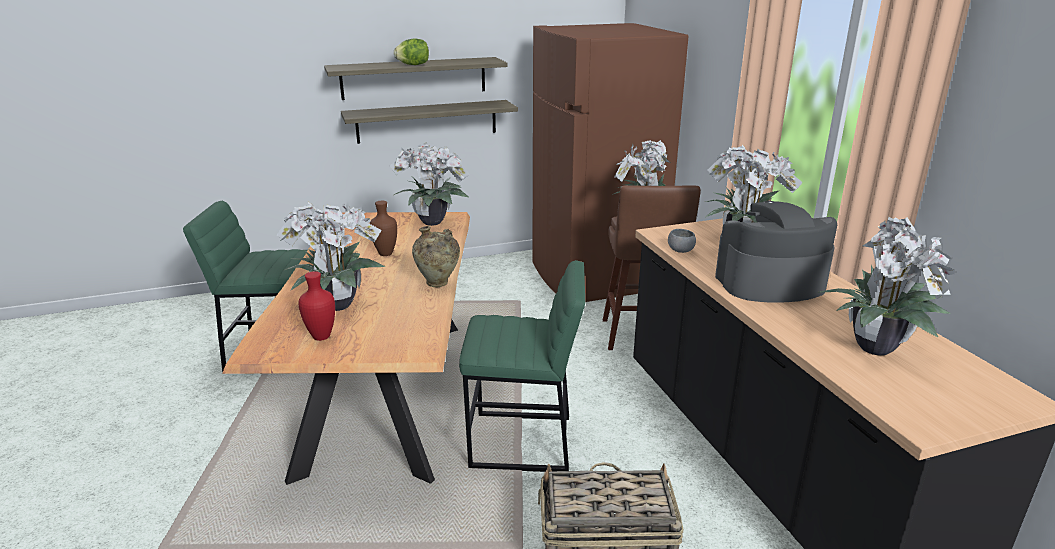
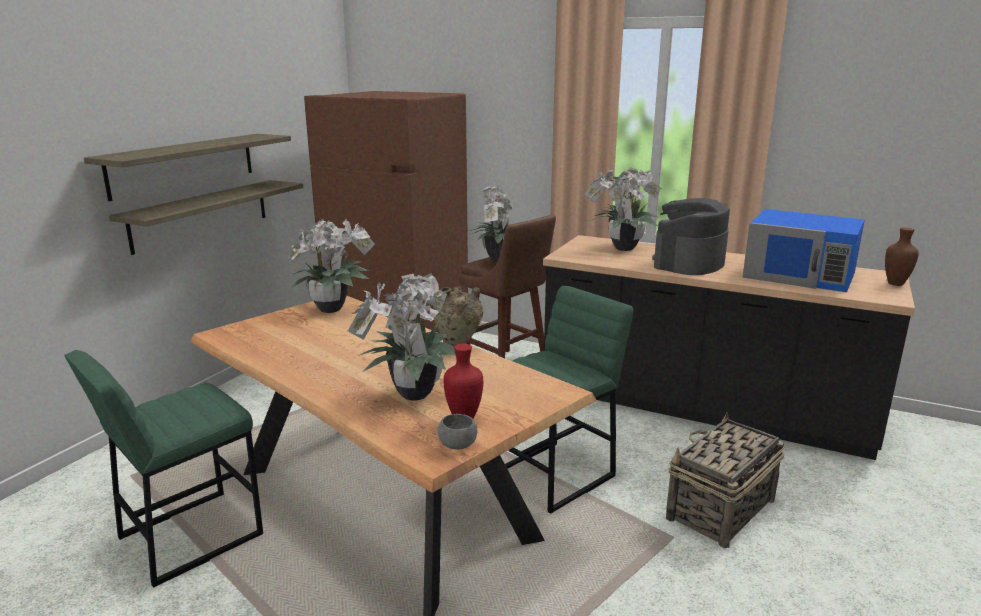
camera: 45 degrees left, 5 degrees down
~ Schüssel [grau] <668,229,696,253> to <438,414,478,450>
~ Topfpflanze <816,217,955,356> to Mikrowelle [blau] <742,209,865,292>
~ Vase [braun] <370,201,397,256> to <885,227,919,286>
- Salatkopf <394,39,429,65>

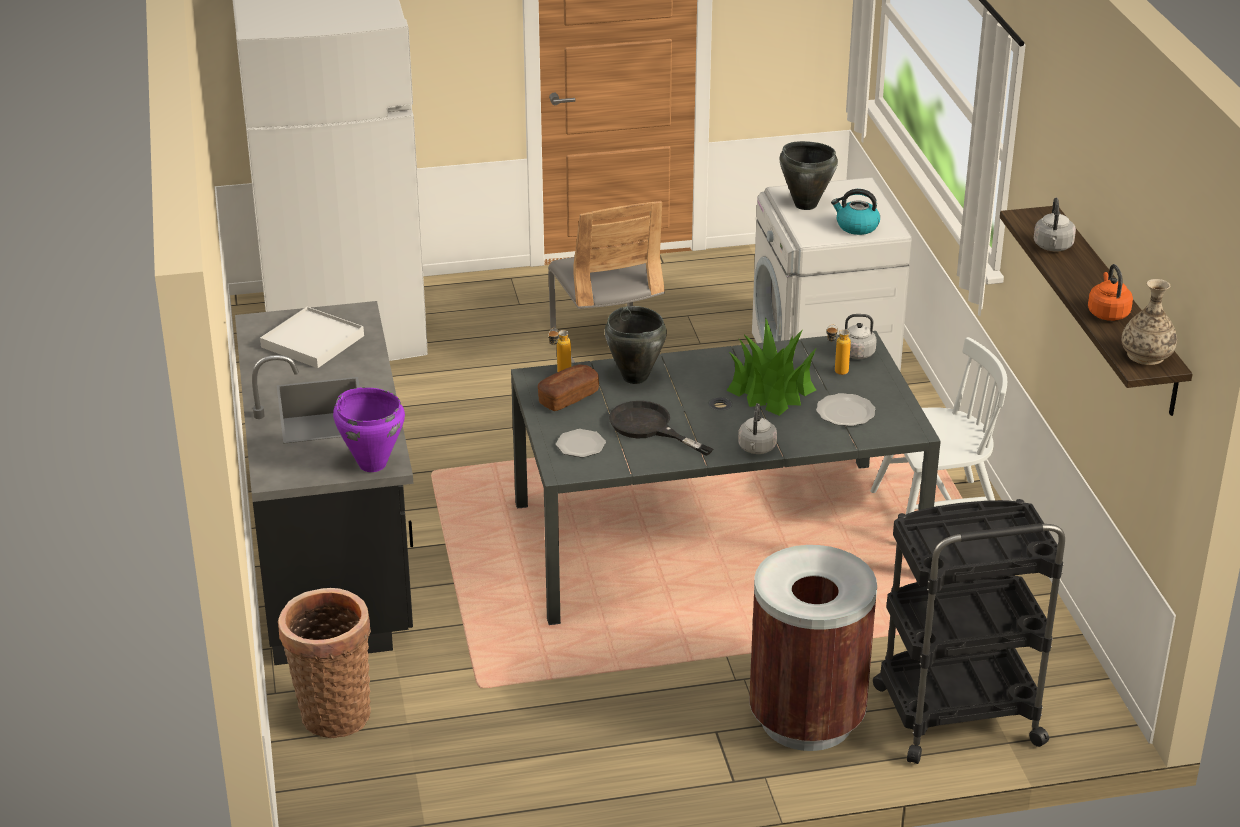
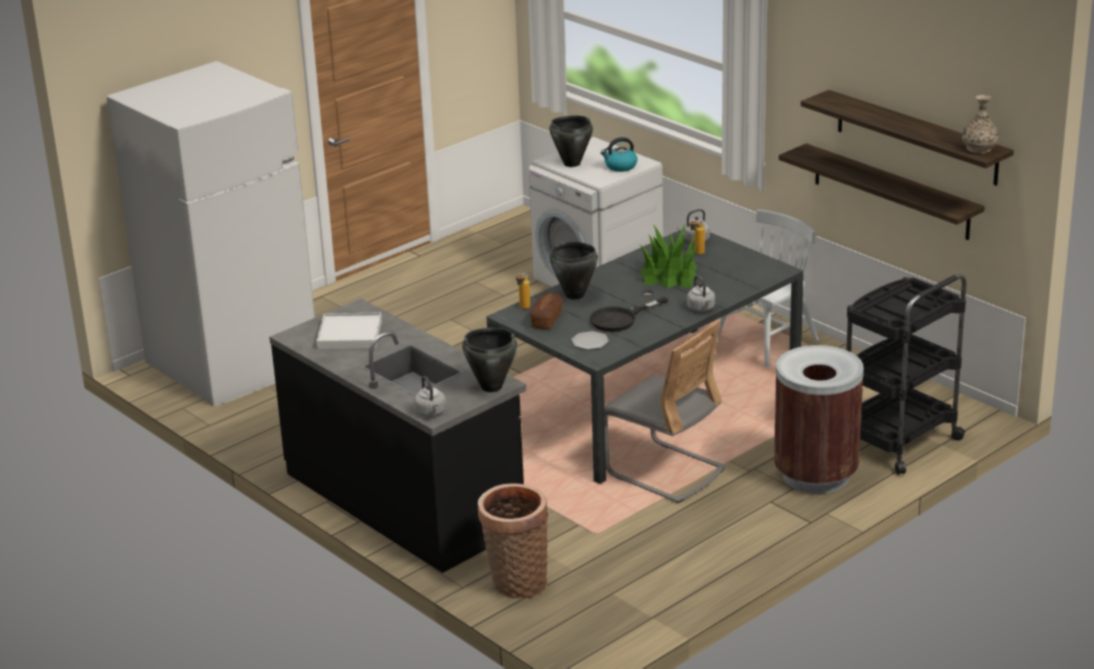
camera: 30 degrees left, 5 degrees down
~ Wasserkessel [grau] <1034,198,1076,251> to <414,376,446,417>
~ Kochtopf [lila] <333,387,405,472> to Kochtopf [schwarz] <462,328,517,392>
~ Pfanne [schwarz] <609,401,713,456> = <590,297,668,332> 45 degrees counterclockwise
~ Stuhl [grau] <548,201,666,367> to <605,321,725,503>
+ Wandregal <779,143,985,240>
- Teller <816,393,876,426>
- Wasserkessel [orange] <1088,264,1133,321>

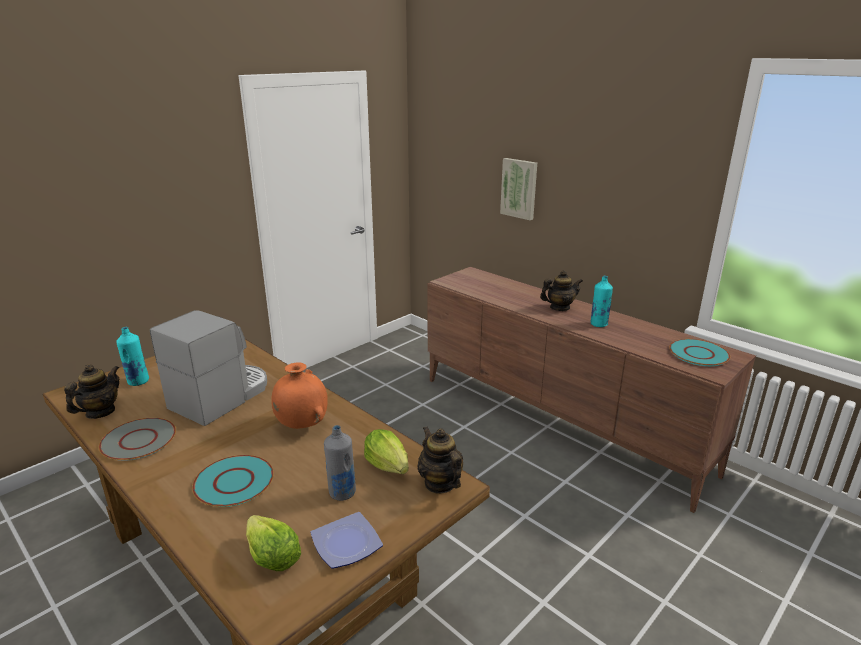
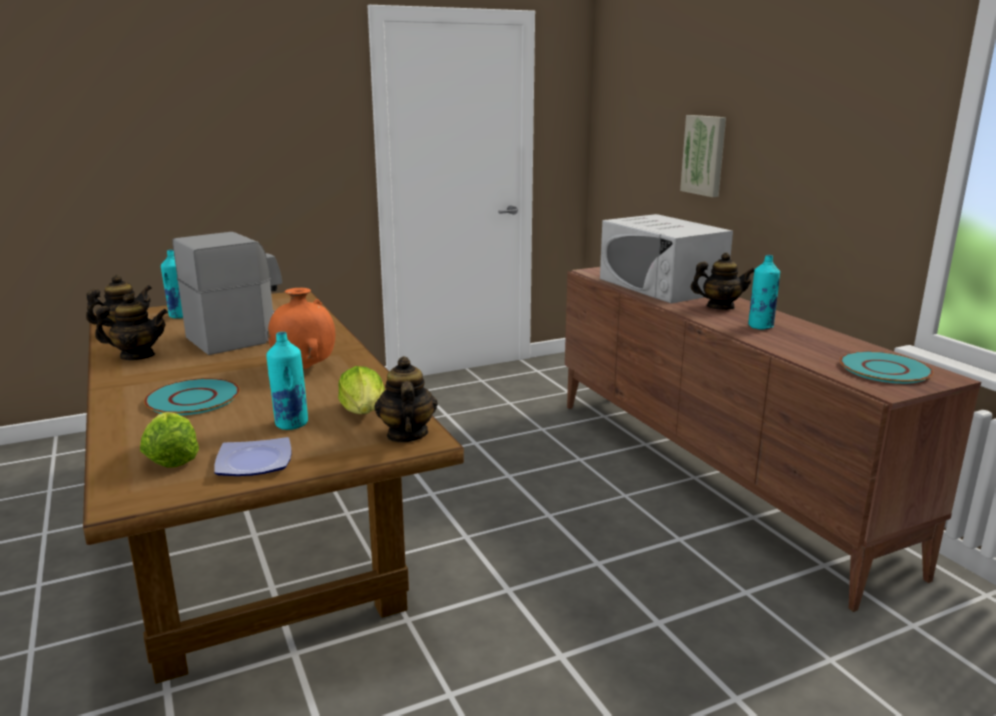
camera: 20 degrees right, 5 degrees down
~ Teller [grau] <99,418,176,461> to Teekanne <95,294,168,360>
~ Flasche [grau] <324,425,356,501> to Flasche [türkis] <266,332,308,430>
+ Mikrowelle [weiß] <600,214,733,304>

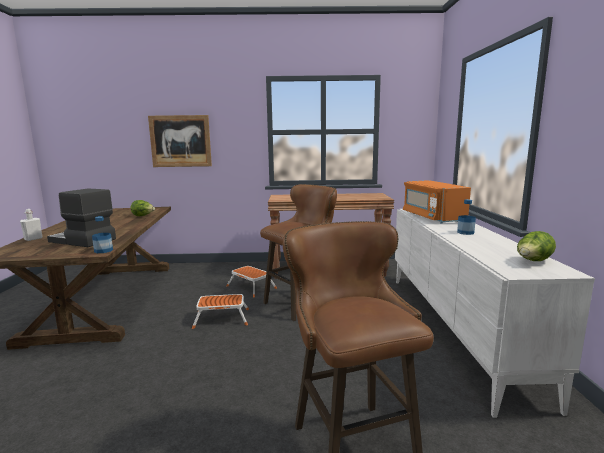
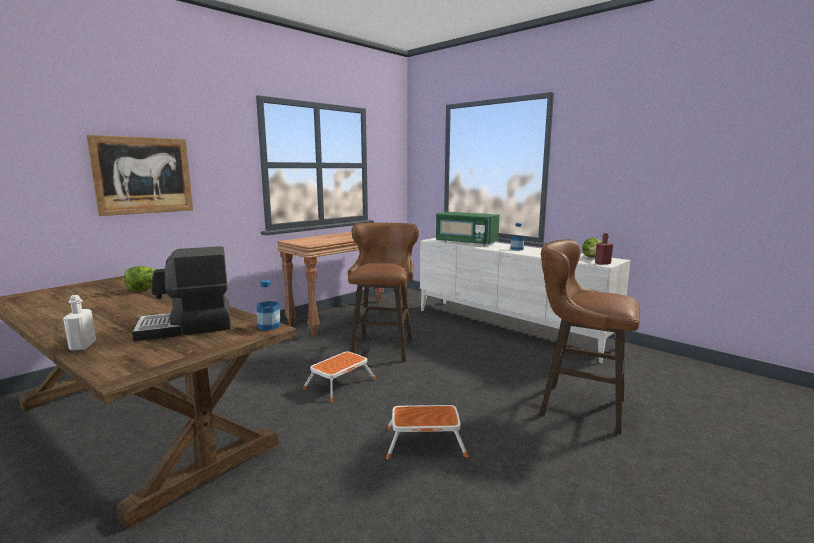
camera: 45 degrees left, 0 degrees up
~ Trittleiter [orange] <227,266,277,297> to <386,405,469,459>
~ Mikrowelle [orange] <403,180,471,223> to Mikrowelle [grün] <436,212,499,246>
+ Flasche [rot] <595,233,613,265>

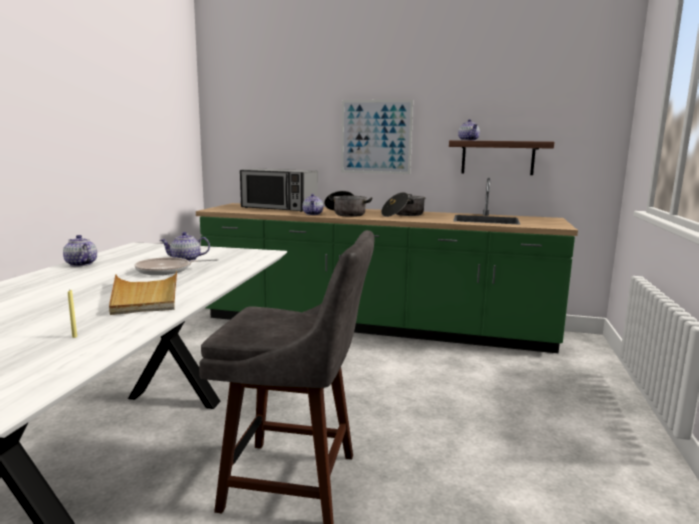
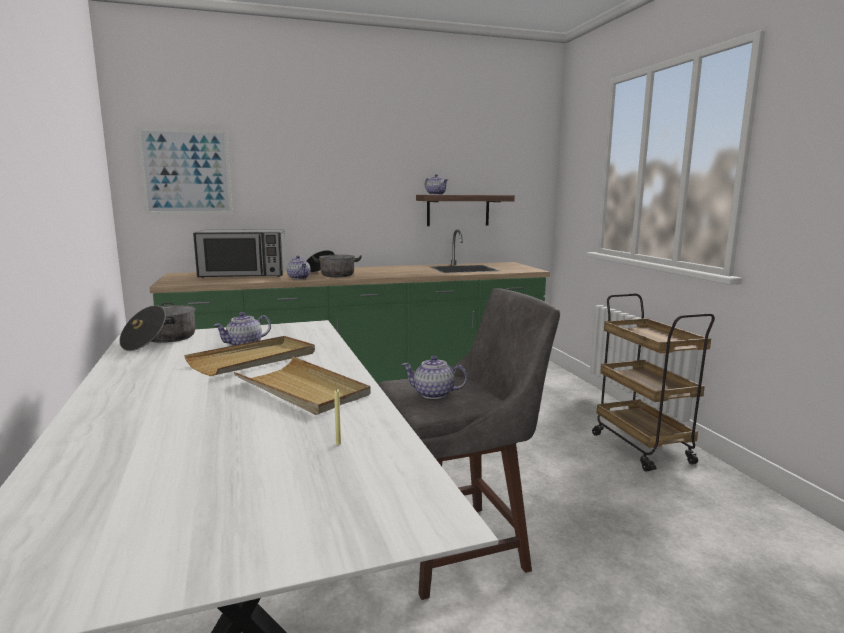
camera: 30 degrees left, 0 degrees up
~ Kochtopf <381,192,426,217> to <119,303,196,351>
~ Bild <341,100,413,174> to <137,128,232,214>
~ Pfanne <135,257,219,275> to Tablett [beige] <184,336,315,376>
~ Teekanne <63,235,97,267> to <401,356,468,399>
+ Rollwagen [braun] <592,294,715,472>

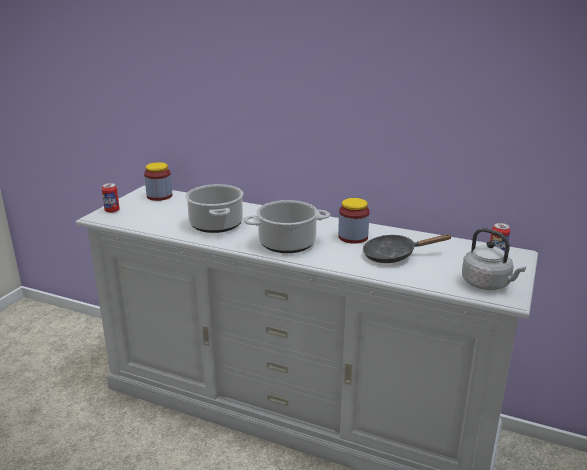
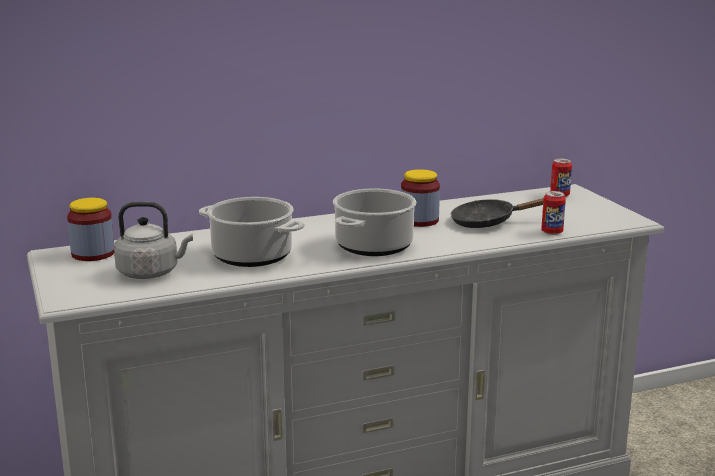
camera: 45 degrees left, 5 degrees down
~ Wasserkessel [grau] <462,228,526,290> to <114,202,193,279>
~ Pfanne [schwarz] <363,234,452,263> = <451,198,543,228> 45 degrees clockwise
~ Dose <102,183,120,213> to <541,191,566,235>

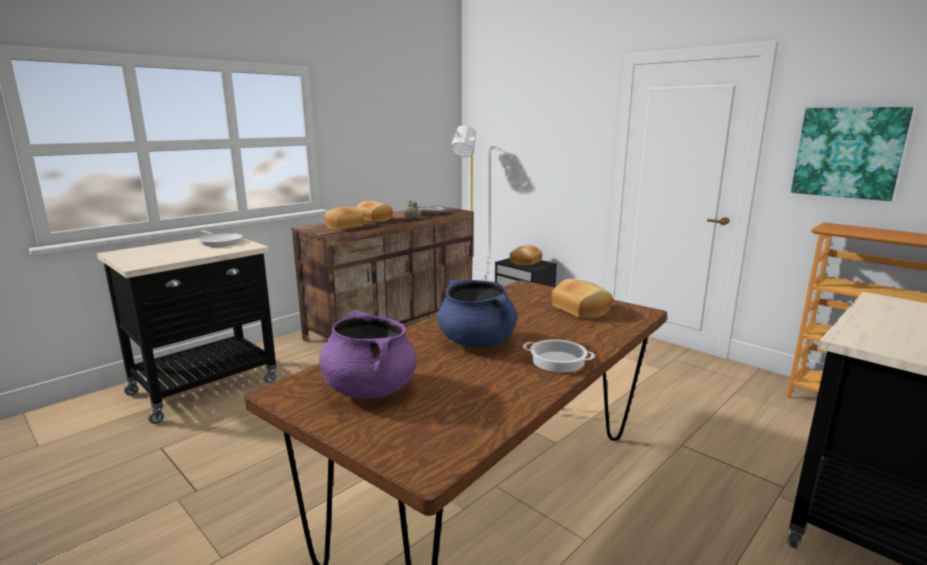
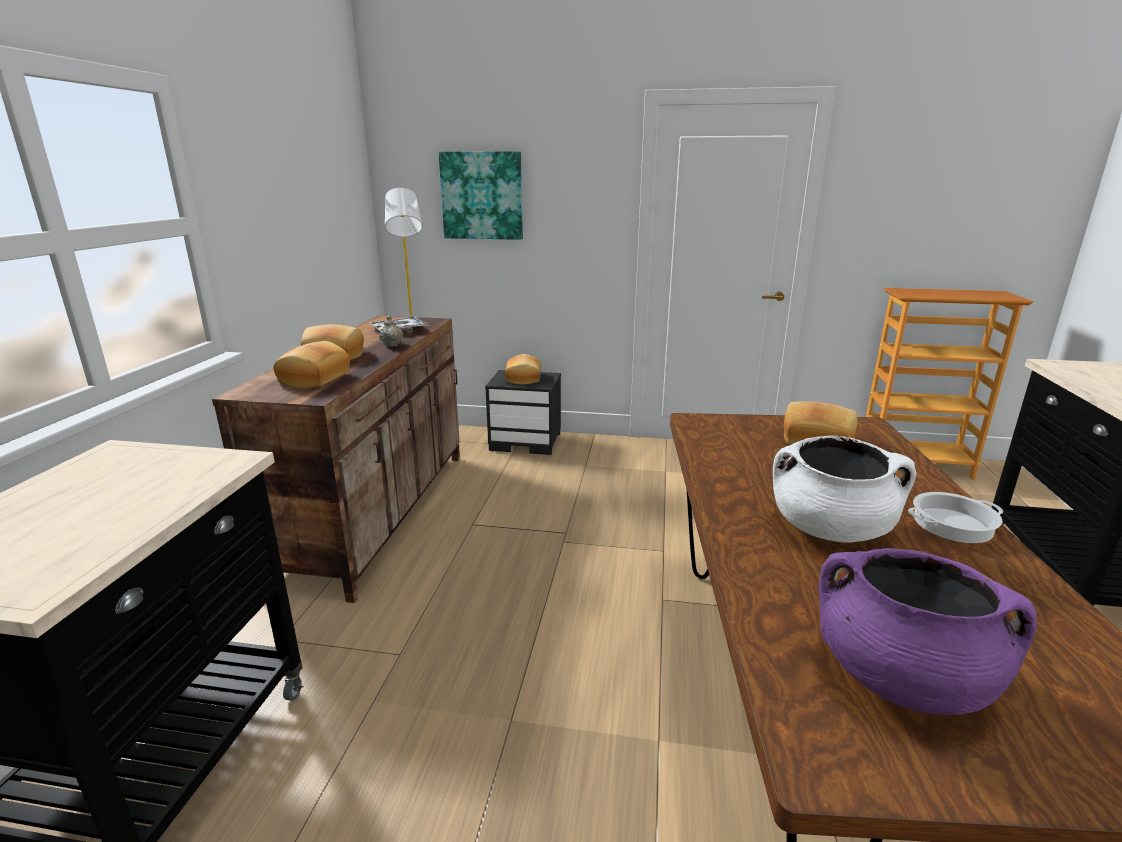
camera: 35 degrees left, 5 degrees up
~ Bild <791,107,914,201> to <439,151,523,240>
~ Kochtopf [blau] <437,280,517,348> to Kochtopf [weiß] <773,436,916,543>
- Pfanne <198,230,243,247>

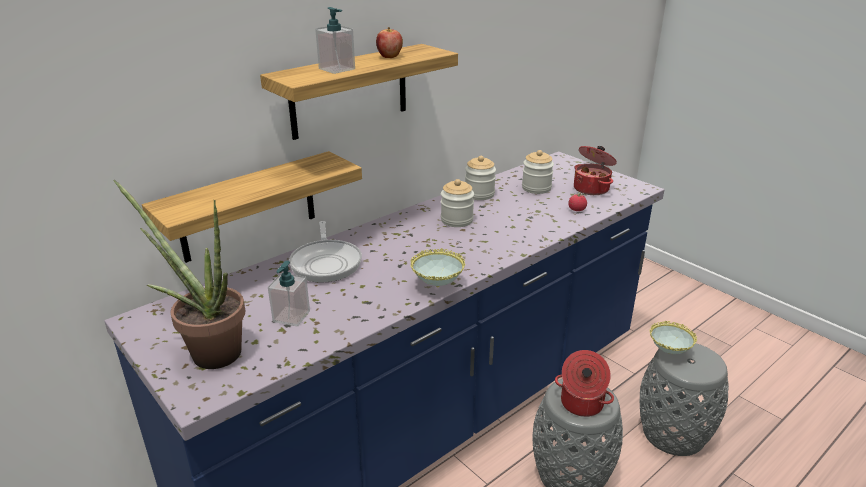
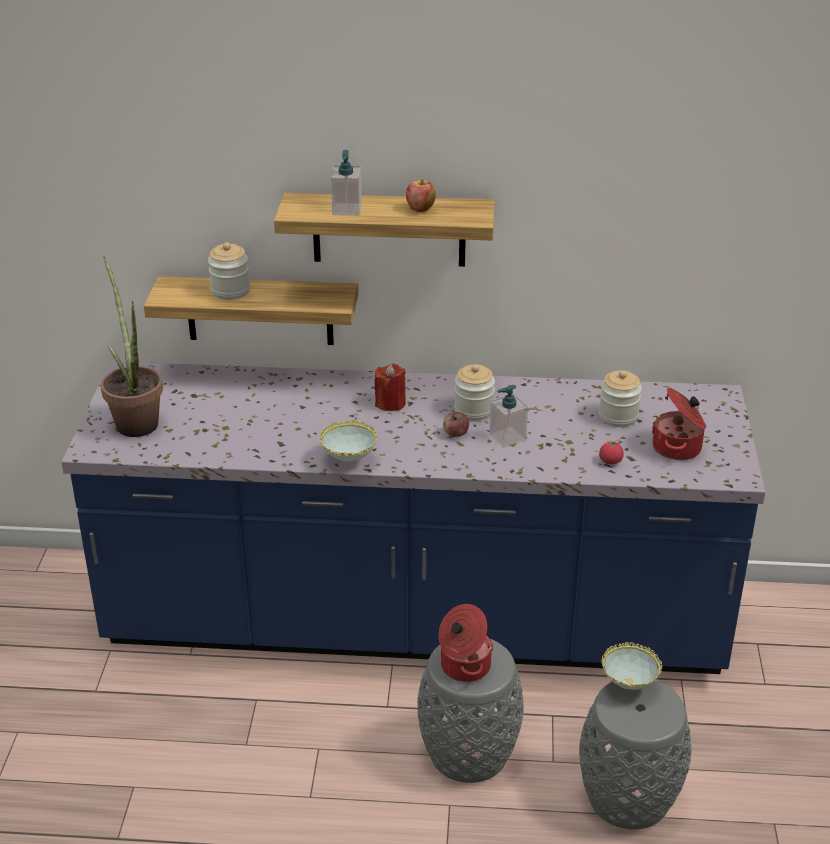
camera: 45 degrees right, 5 degrees up
~ Vorratsglas <465,156,496,200> to <208,242,250,300>
+ Kerze [rot] <374,364,406,411>
+ Apfel <443,412,469,437>
~ Seifenspender <268,261,310,327> to <490,385,528,447>
- Pfanne <289,221,362,283>

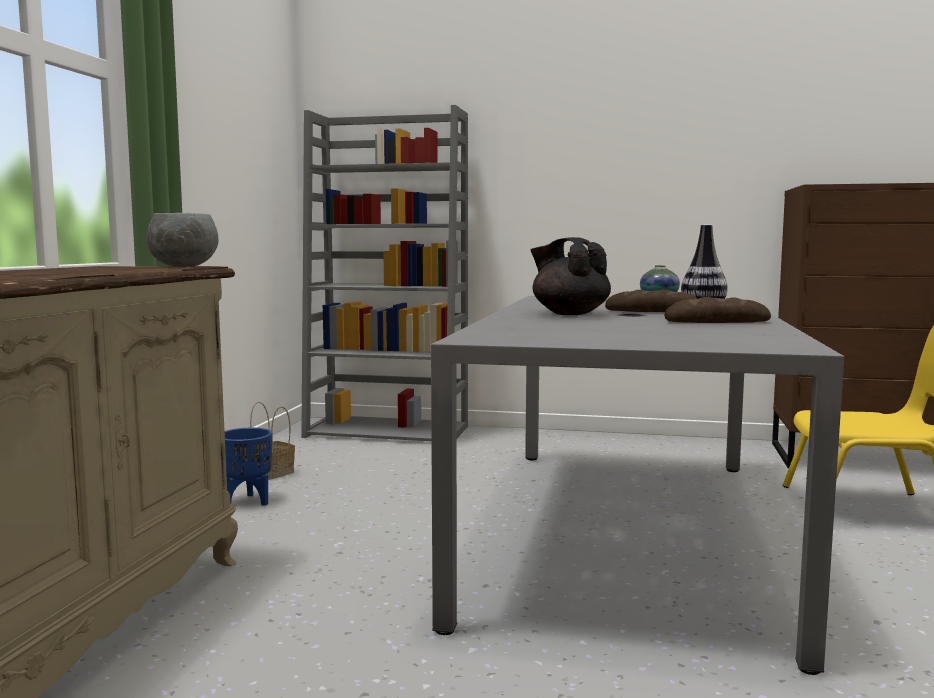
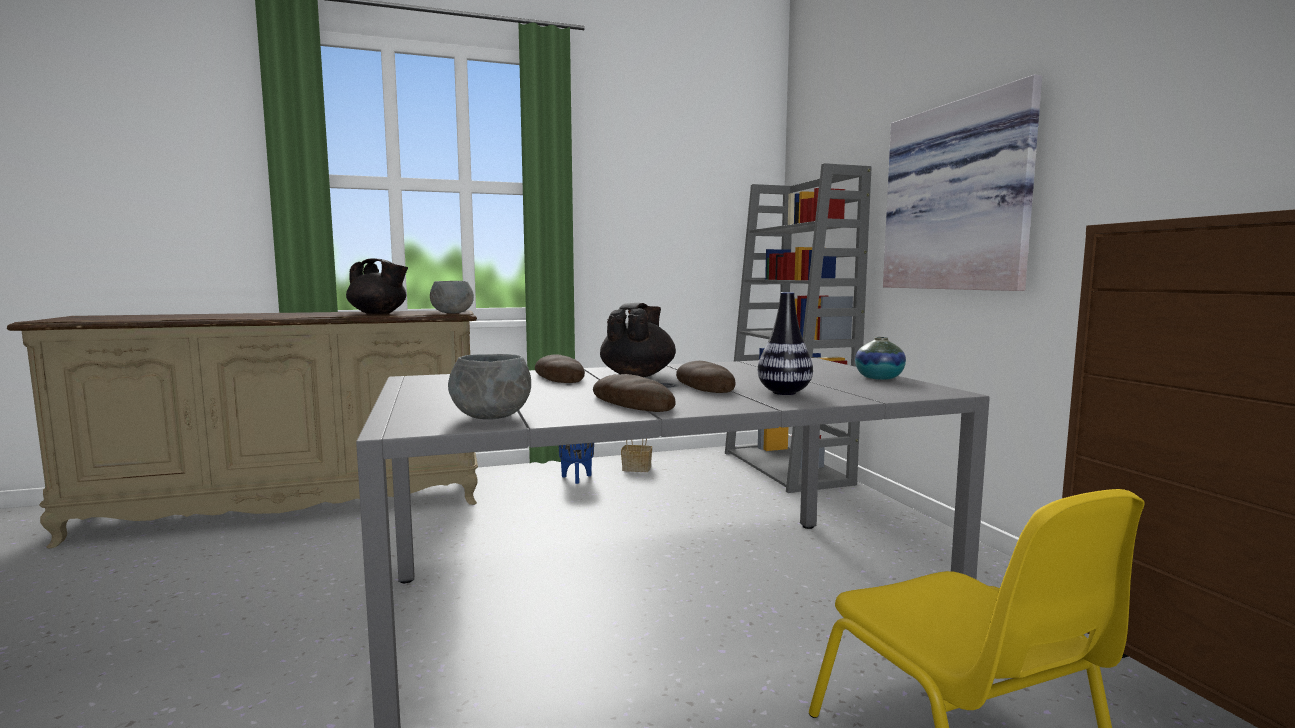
camera: 60 degrees right, 0 degrees up
+ Teekanne [schwarz] <346,258,408,314>
+ Schüssel [grau] <448,354,531,419>
+ Brot <535,354,585,383>
+ Bild <883,74,1042,291>

